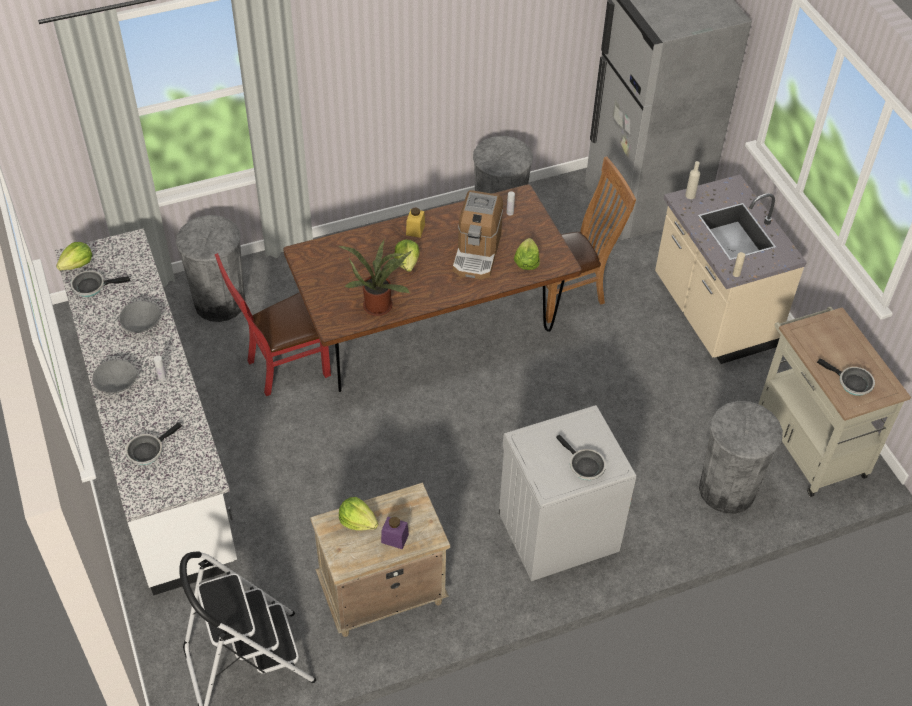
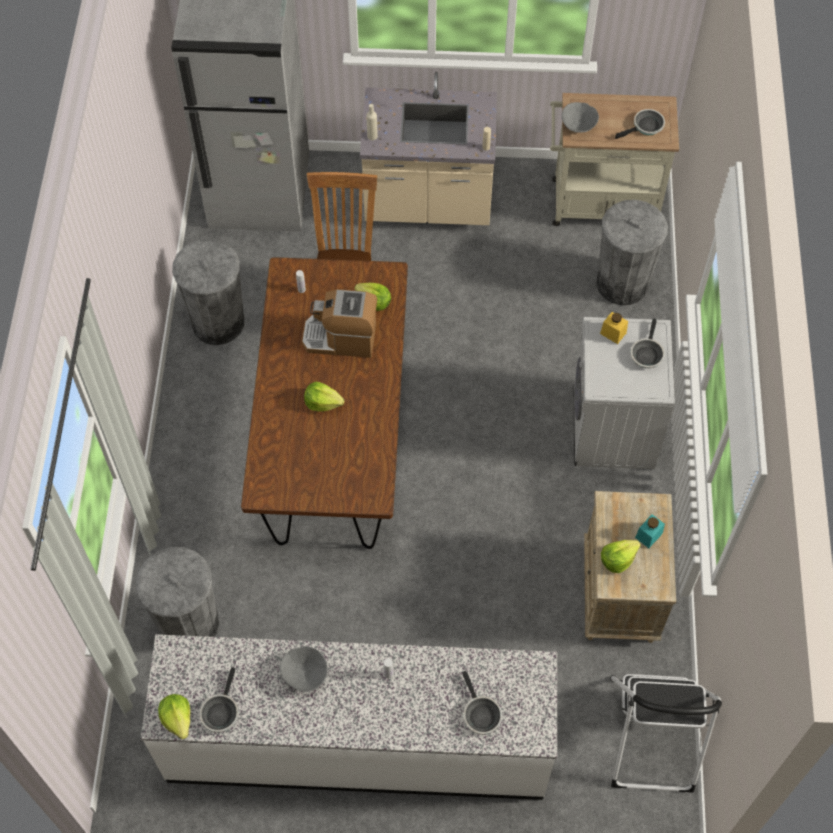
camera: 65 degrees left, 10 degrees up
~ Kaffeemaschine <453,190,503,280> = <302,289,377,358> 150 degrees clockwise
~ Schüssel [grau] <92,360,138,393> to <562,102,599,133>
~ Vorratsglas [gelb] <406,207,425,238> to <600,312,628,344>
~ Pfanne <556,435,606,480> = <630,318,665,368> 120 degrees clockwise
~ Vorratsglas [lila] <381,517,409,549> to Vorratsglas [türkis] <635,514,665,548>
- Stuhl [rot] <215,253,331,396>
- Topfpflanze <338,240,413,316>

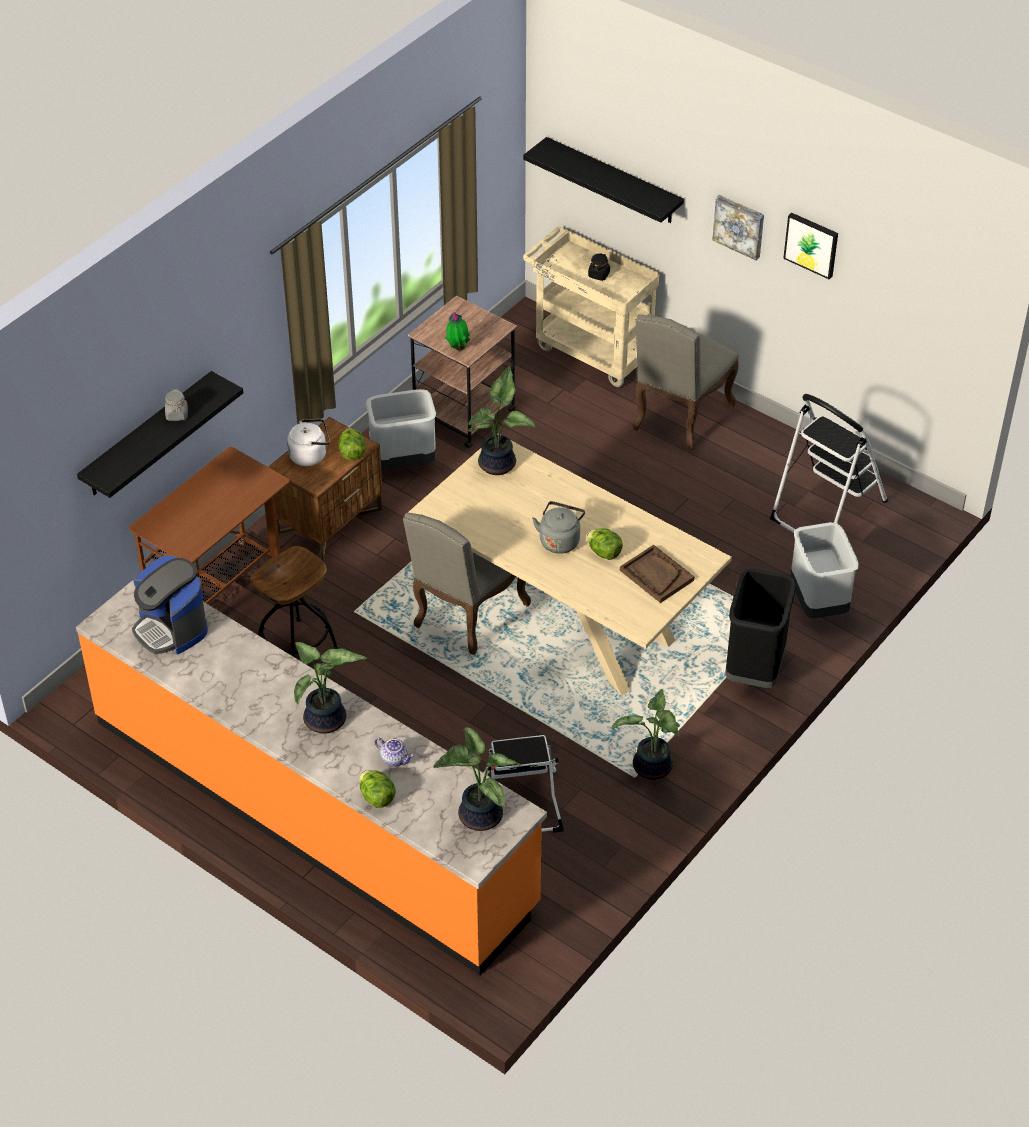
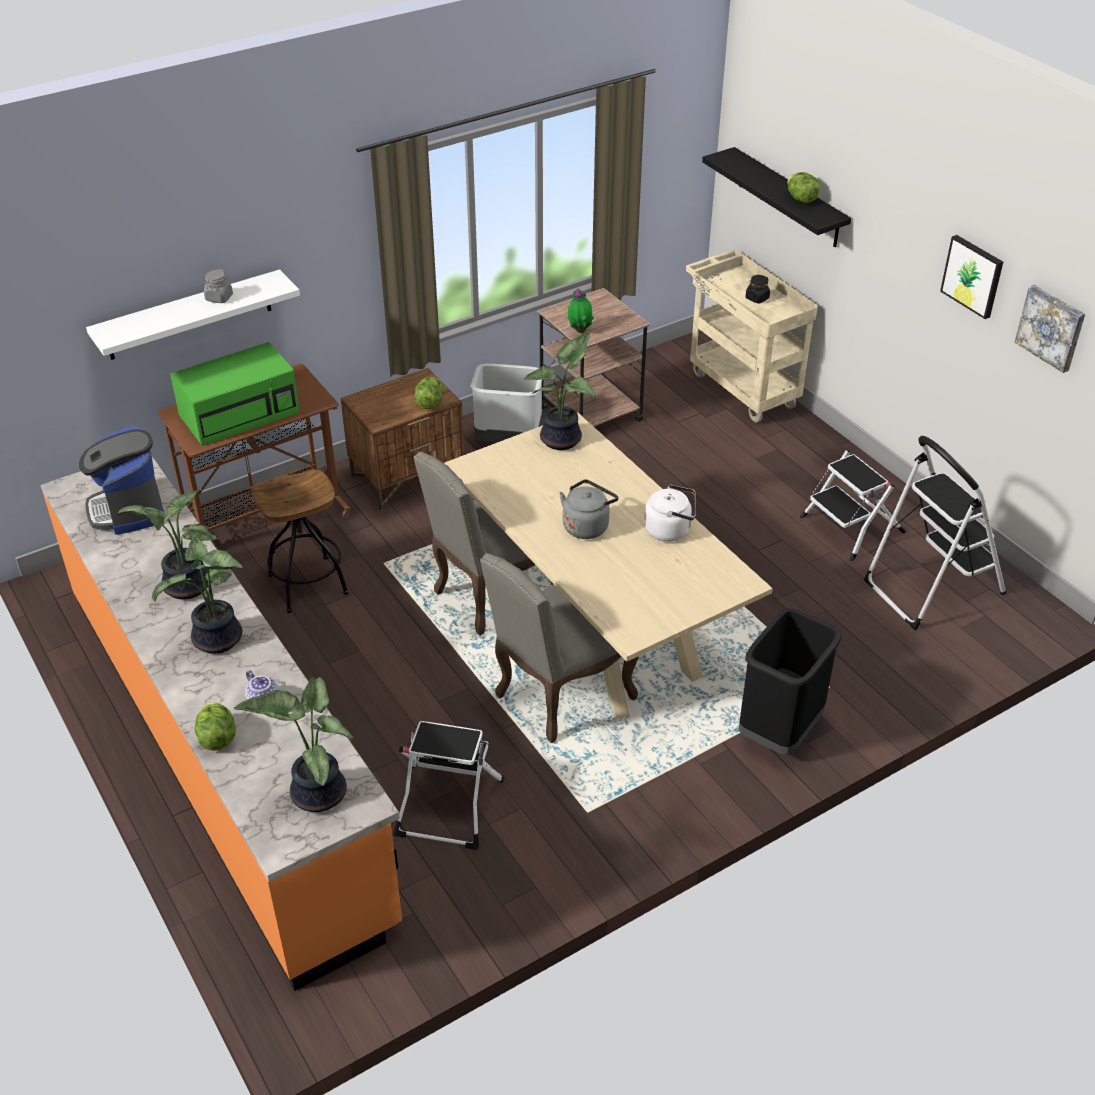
camera: 20 degrees right, 5 degrees down
~ Wandregal [schwarz] <77,371,243,498> to Wandregal [weiß] <86,269,300,360>
~ Topfpflanze <612,689,680,780> to <118,489,217,599>
+ Mikrowelle [grün] <170,342,300,446>
~ Stuhl [grau] <633,315,739,451> to <480,553,639,743>
~ Wasserkessel [weiß] <287,419,330,466> to <644,485,696,542>
~ Salatkopf <587,528,623,560> to <788,172,820,204>
+ Trittleiter <800,449,906,561>
~ Bild <712,195,764,260> to <1015,285,1085,373>
- Tablett [braun] <620,545,694,603>
- Mülleimer [grau] <790,522,859,618>

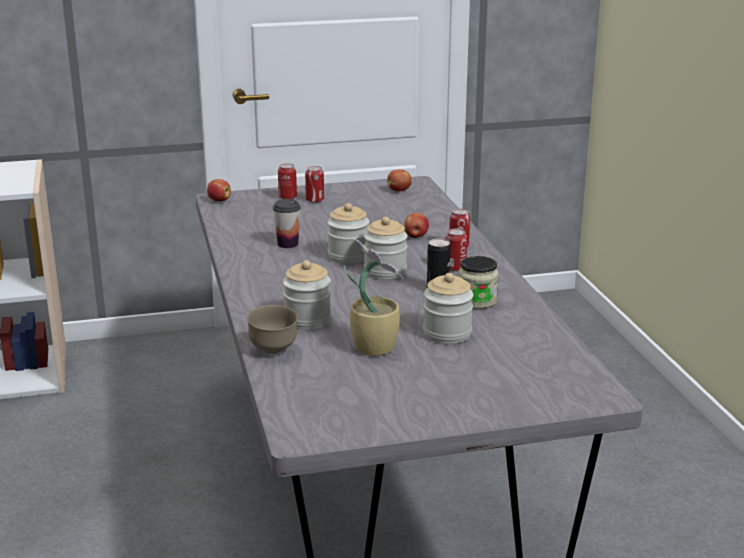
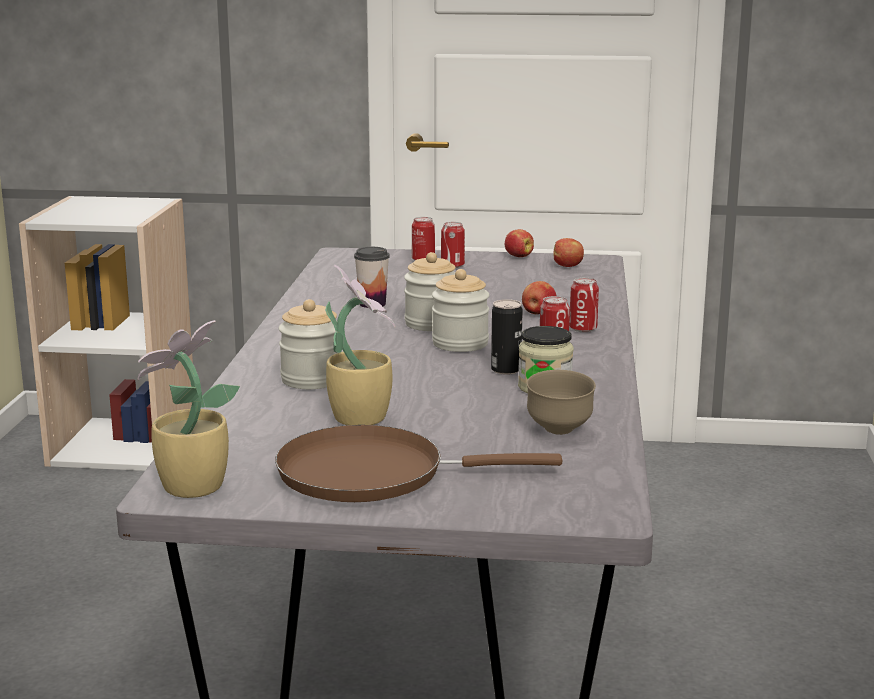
camera: 20 degrees right, 5 degrees down
+ Topfpflanze <138,320,240,498>
+ Pfanne [braun] <275,425,562,502>
~ Apfel <207,179,231,202> to <505,229,534,257>
~ Schüssel [braun] <247,305,298,354> to <527,370,596,435>
- Vorratsglas <423,273,474,344>

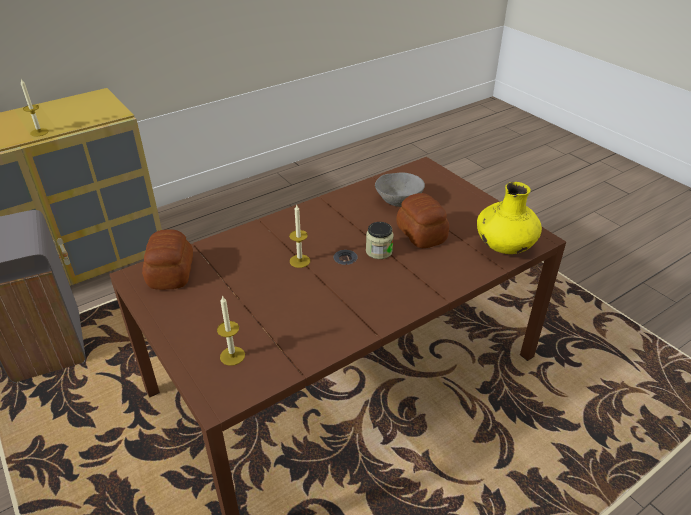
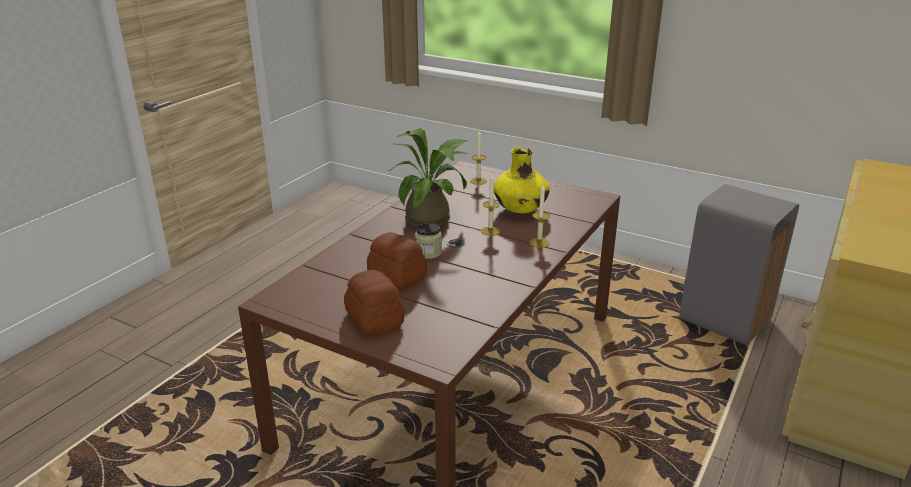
camera: 155 degrees right, 10 degrees down
~ Brot <142,229,193,290> to <344,270,405,336>
+ Topfpflanze <389,128,468,228>
~ Vase [gelb] <477,182,542,254> to <494,147,550,213>
~ Kerze <21,79,49,136> to <530,185,550,248>
- Schüssel [grau] <375,172,425,207>

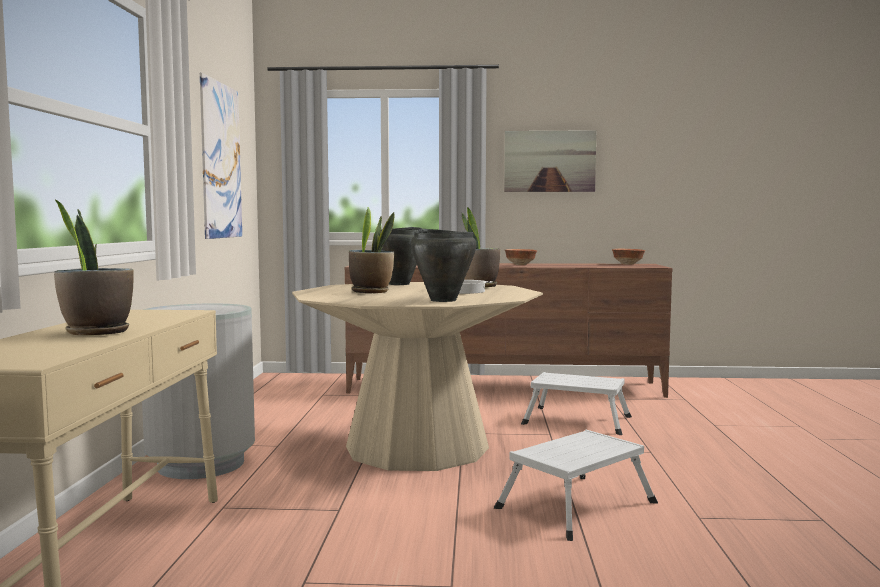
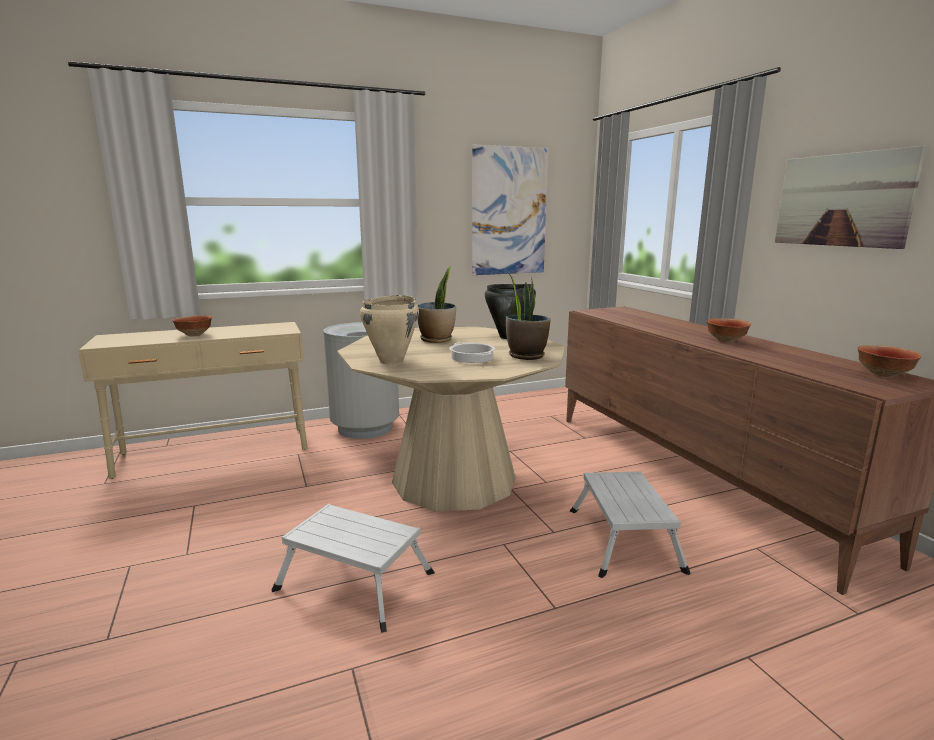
camera: 65 degrees right, 10 degrees up
~ Topfpflanze <54,200,134,335> to Schüssel <172,316,212,336>
~ Kochtopf [schwarz] <411,229,477,302> to Kochtopf [beige] <360,295,419,364>

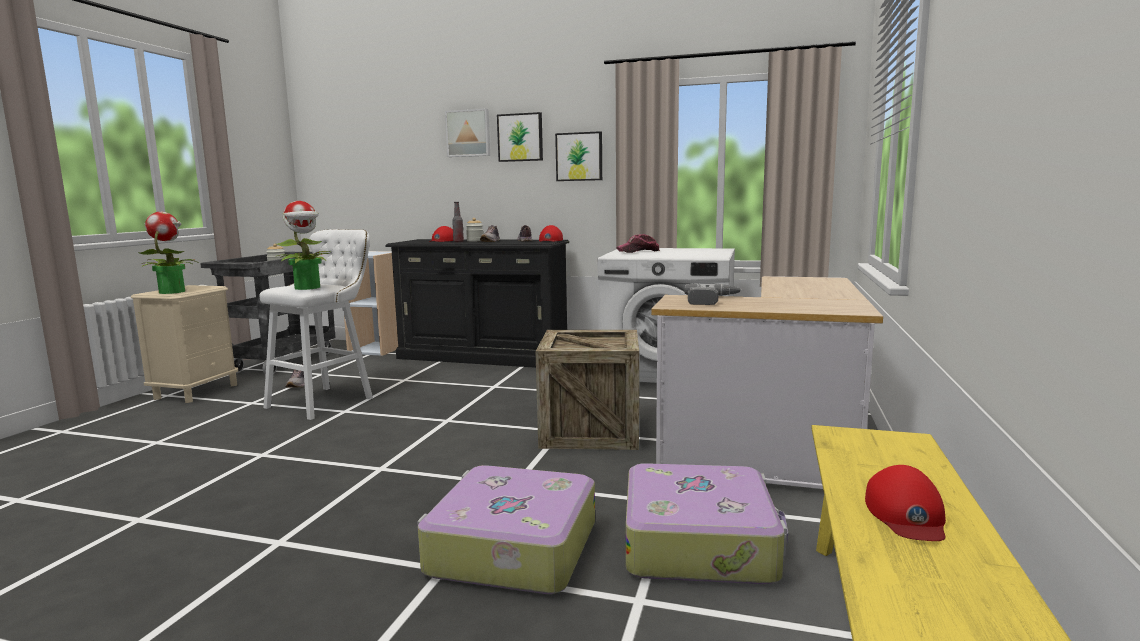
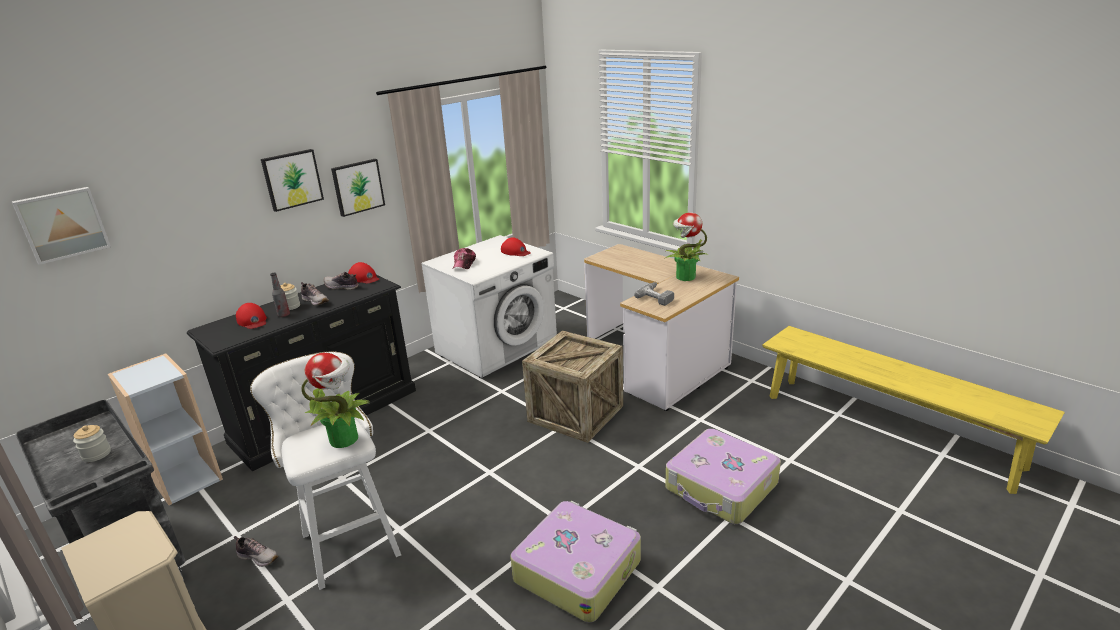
camera: 60 degrees left, 15 degrees up
~ Bild <445,109,490,157> to <12,187,111,265>
~ Kappe [rot] <865,465,946,541> to <501,237,531,256>
~ Koffer <626,463,788,584> to <510,501,641,623>
~ Topfpflanze <137,212,199,294> to <664,212,708,281>

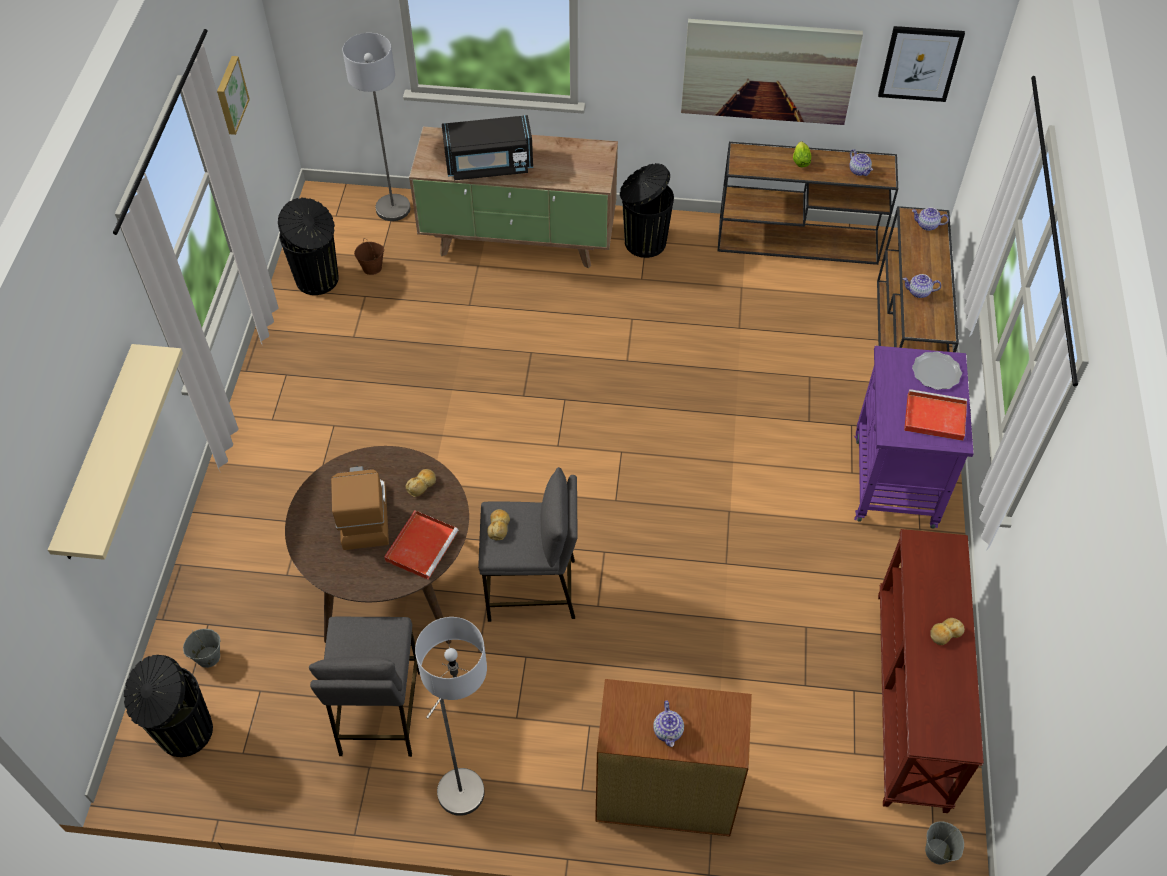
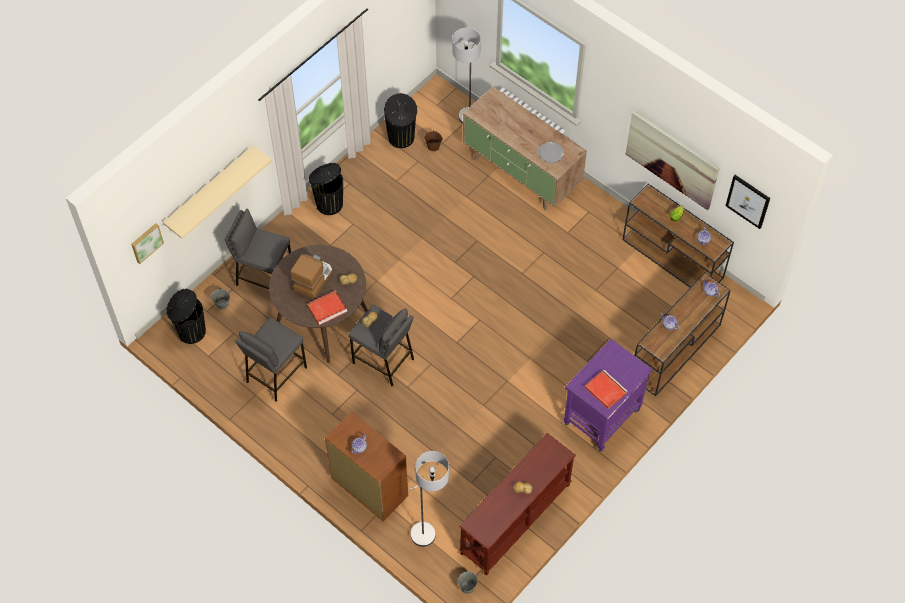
camera: 35 degrees right, 5 degrees up
~ Bild <217,56,250,135> to <131,223,164,264>
+ Hocker [grau] <225,209,291,289>
~ Mülleimer [schwarz] <620,163,674,258> to <308,163,343,215>
~ Stehlampe [grau] <415,617,487,816> to <409,451,449,547>
~ Teller <912,351,962,390> to <538,142,564,163>
- Mikrowelle [schwarz] <442,115,533,180>

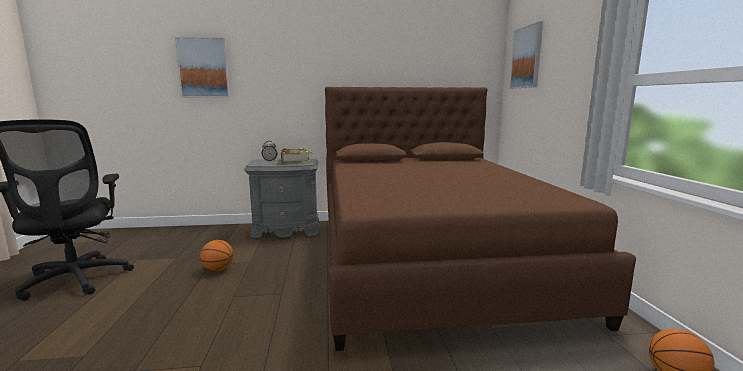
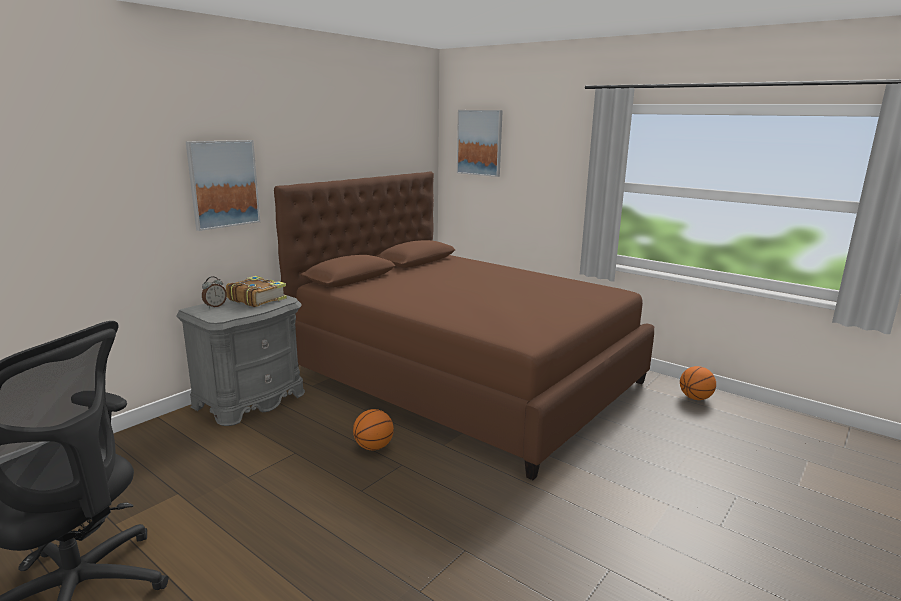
camera: 45 degrees left, 5 degrees up
~ Bild <175,37,230,97> to <186,140,260,231>
~ Basketball <200,240,233,271> to <353,409,394,450>

